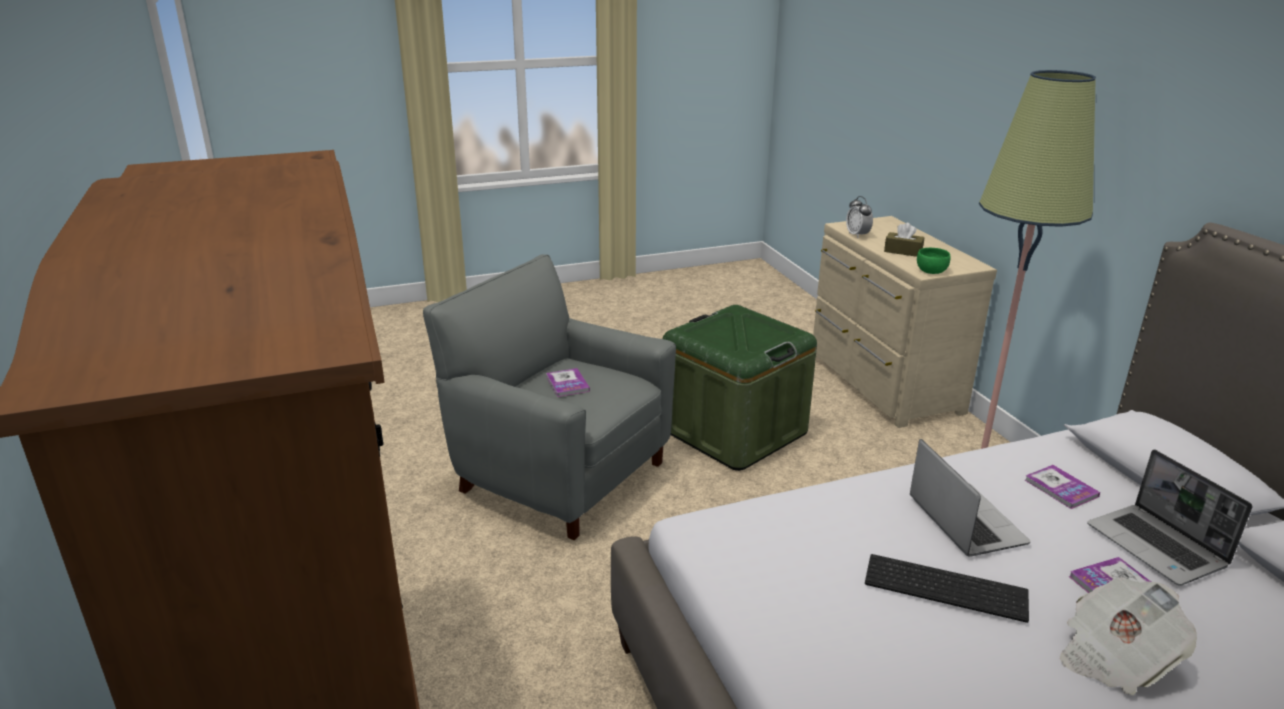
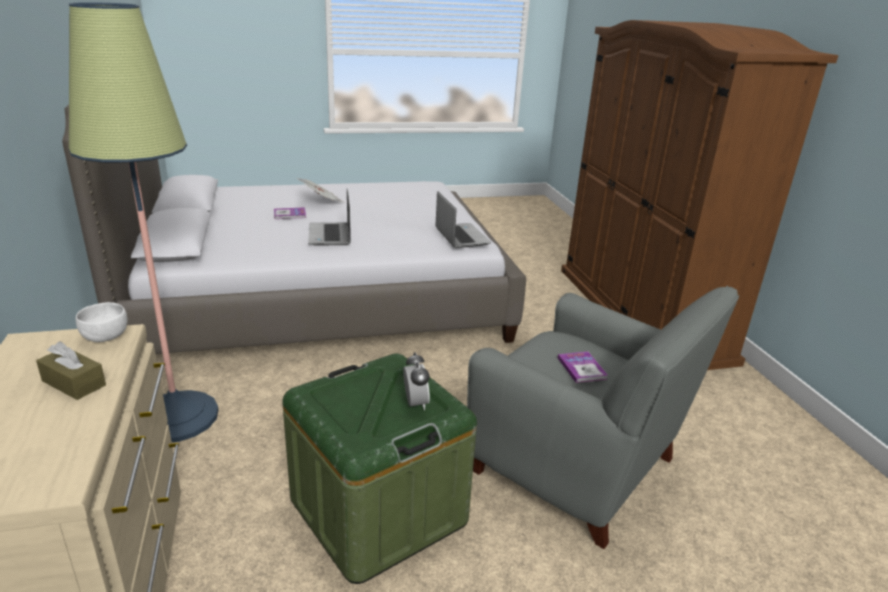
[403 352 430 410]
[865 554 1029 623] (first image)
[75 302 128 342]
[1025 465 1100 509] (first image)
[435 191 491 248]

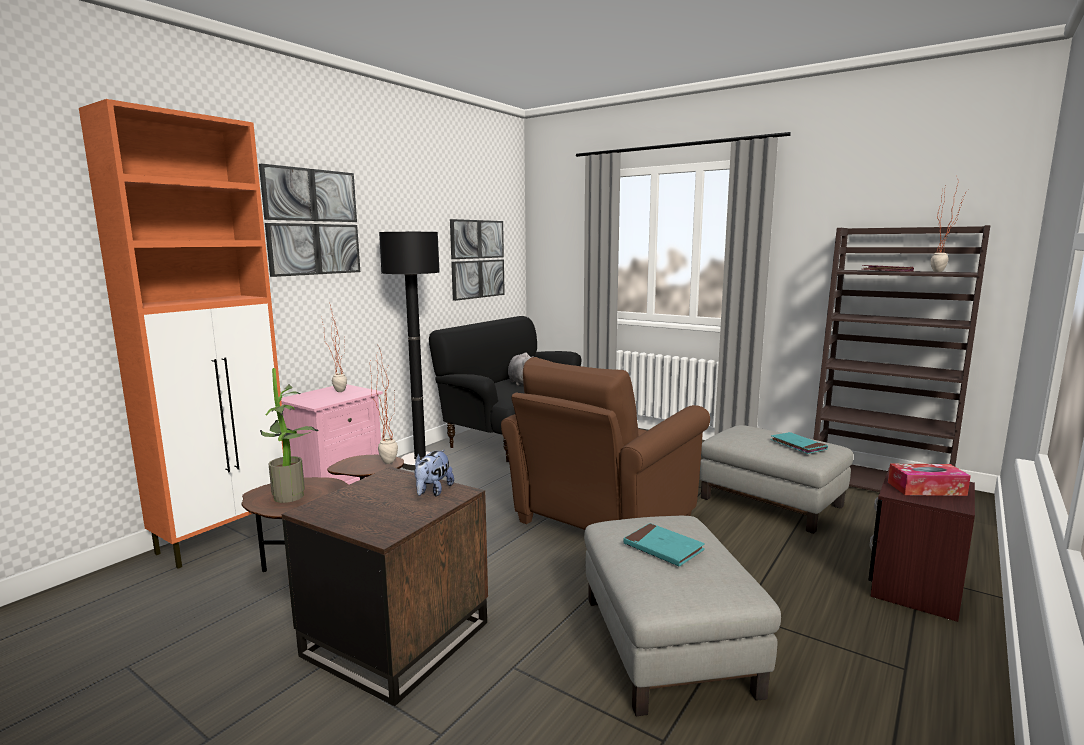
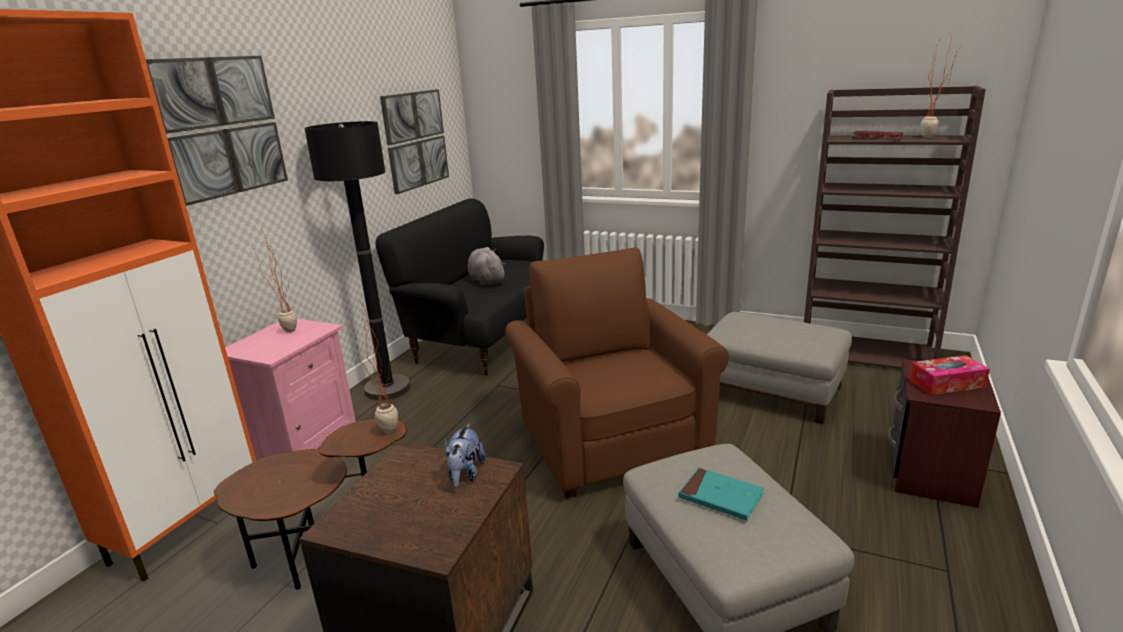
[260 368 318 503] (first image)
[505 248 729 499]
[770 432 828 454] (first image)

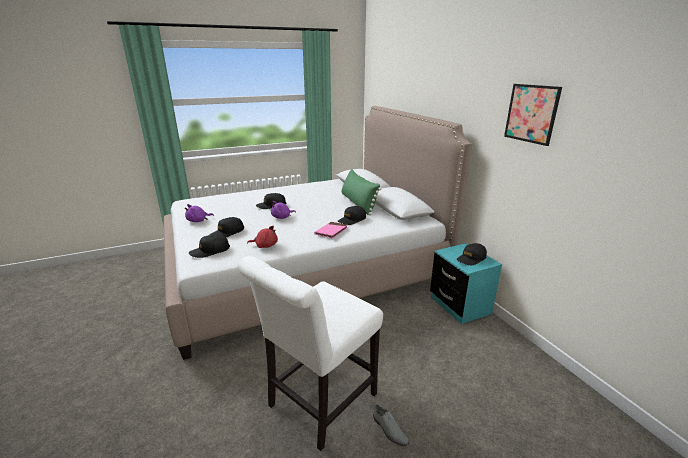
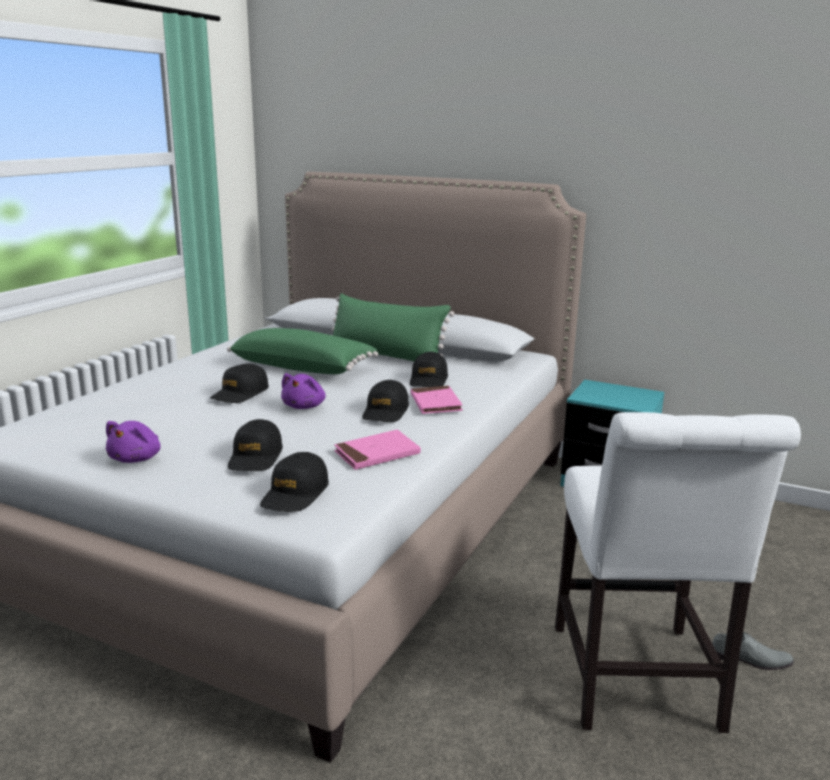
[334 430 421 470]
[362 380 409 422]
[504 84 562 146] (first image)
[227 328 378 374]

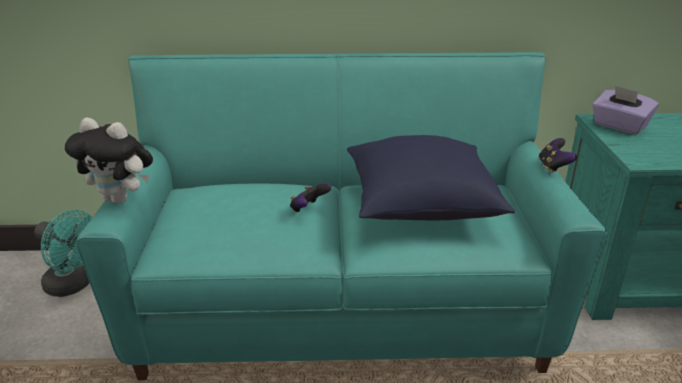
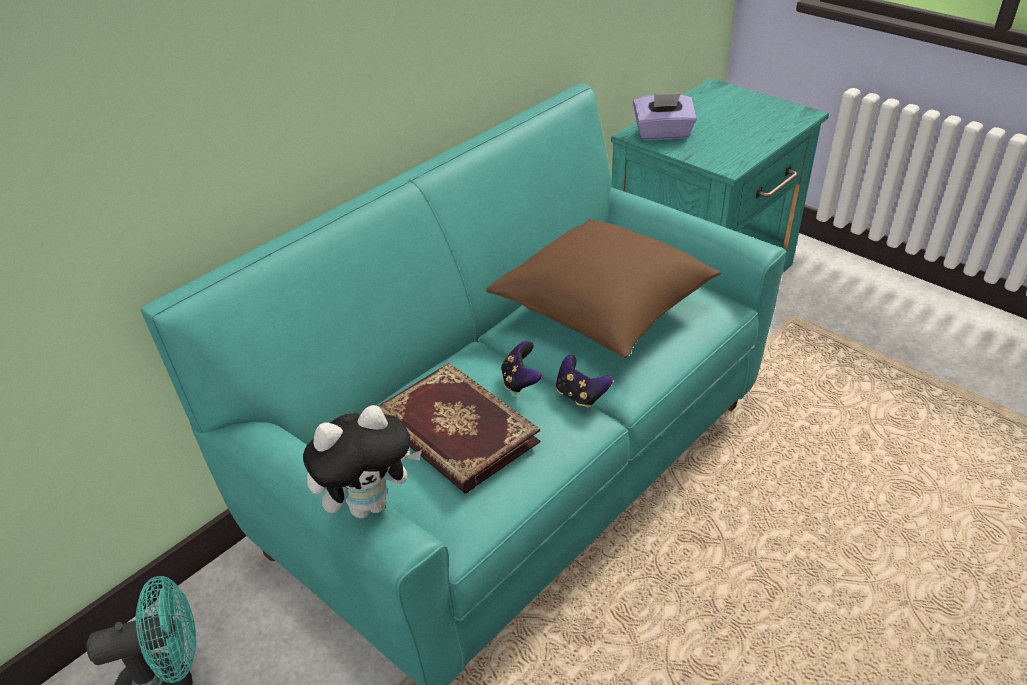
[486 219 721 358]
[556 355 613 408]
[379 363 540 493]

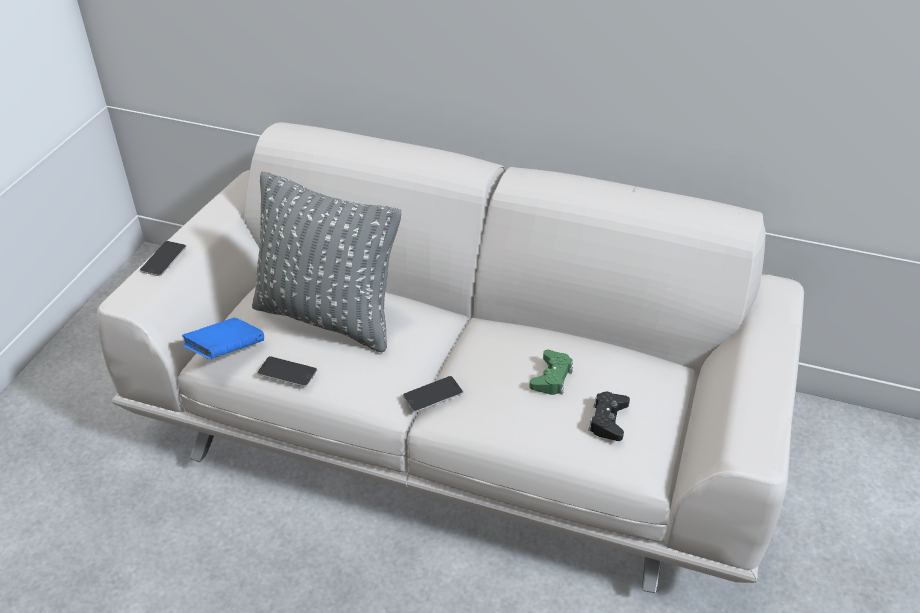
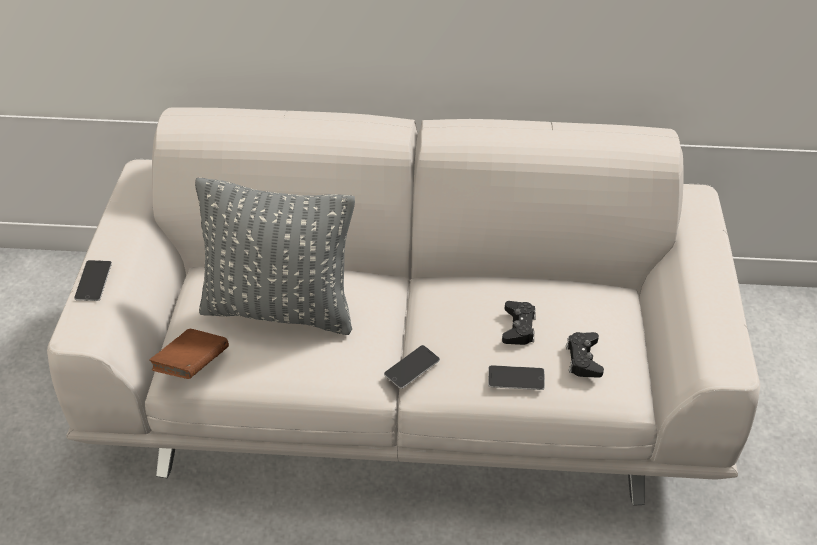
[150 329 229 379]
[488 365 545 390]
[502 301 536 345]

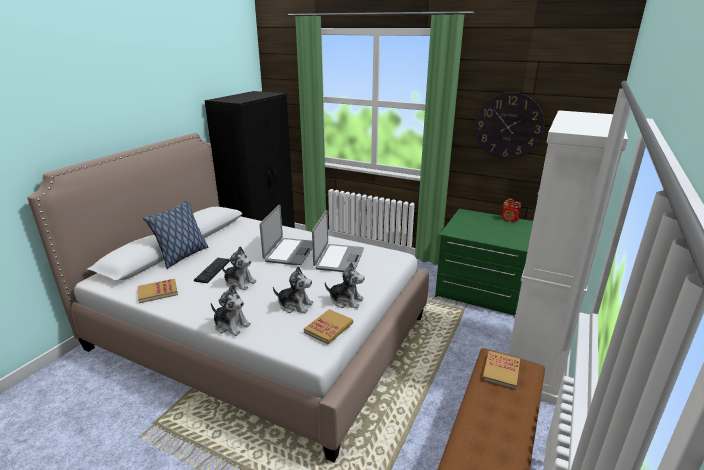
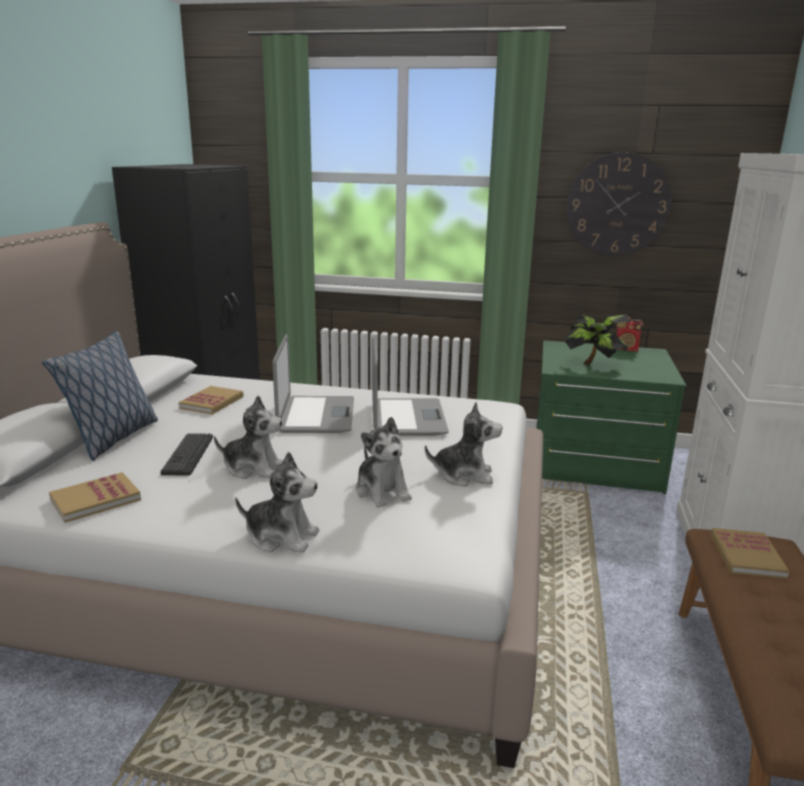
[356 417 412 508]
[179 386 244 415]
[564 313 629 365]

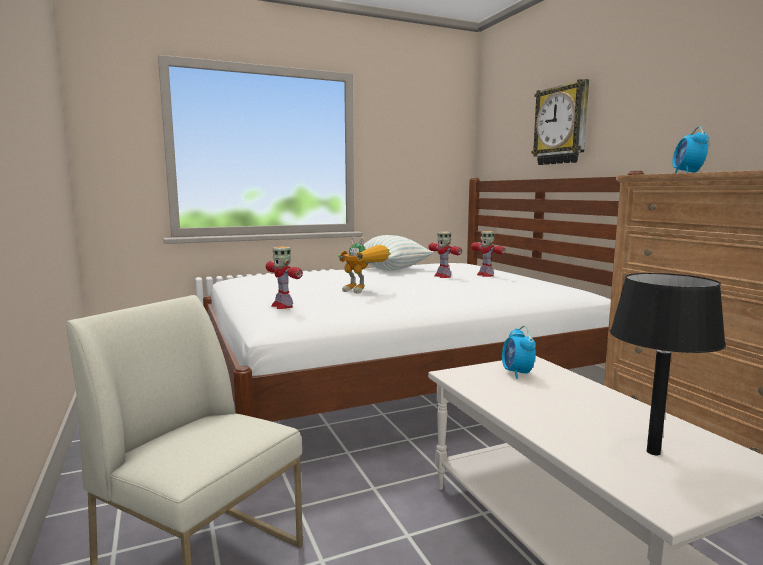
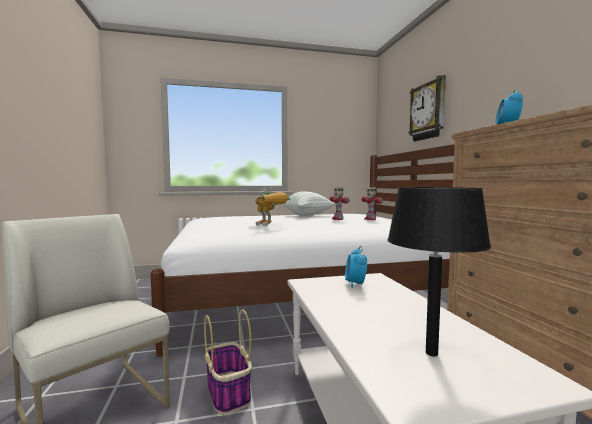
[266 247 303 309] (first image)
[204 309 252 415]

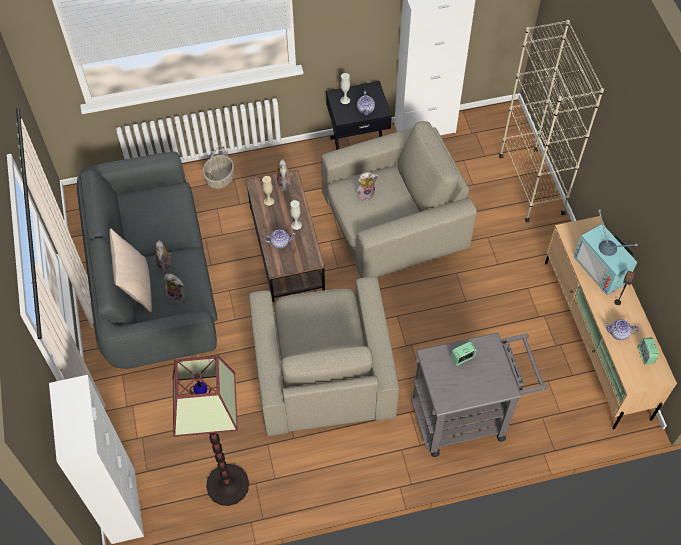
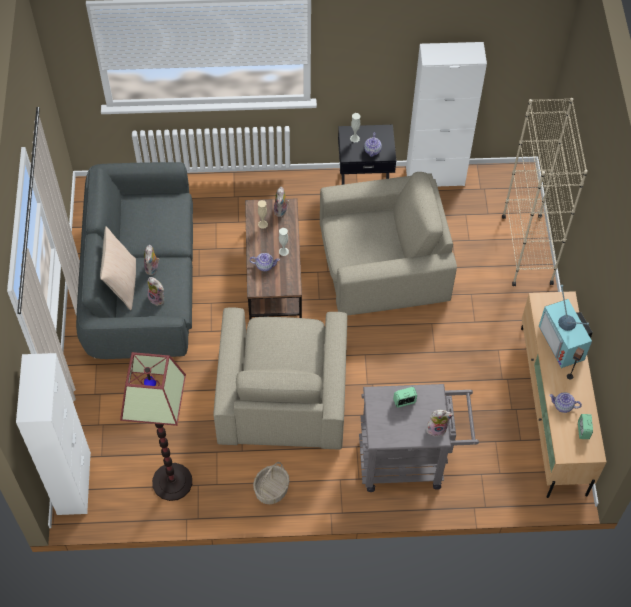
[253 462 289 504]
[426 410 453 437]

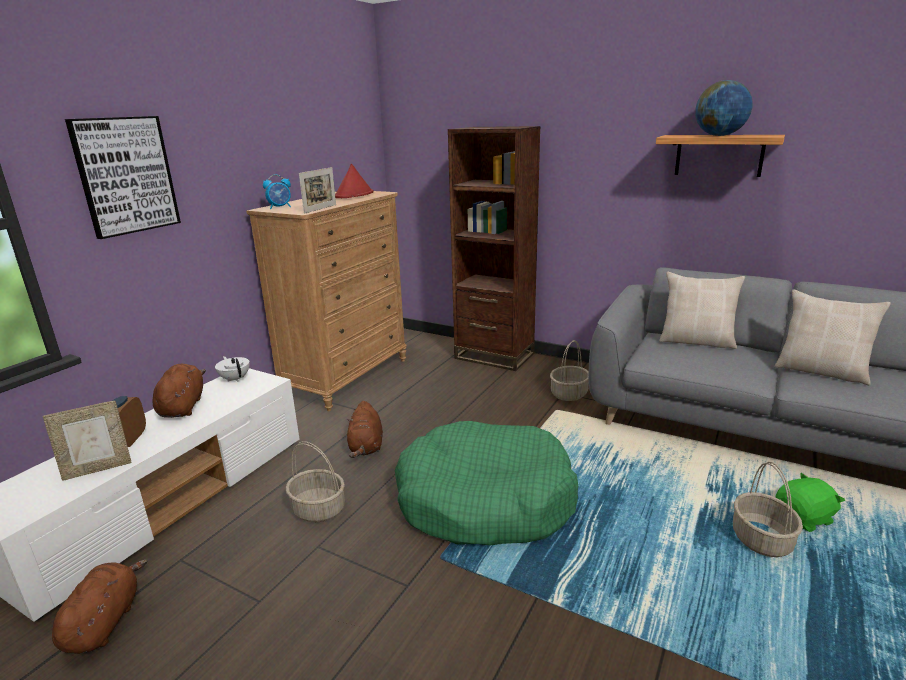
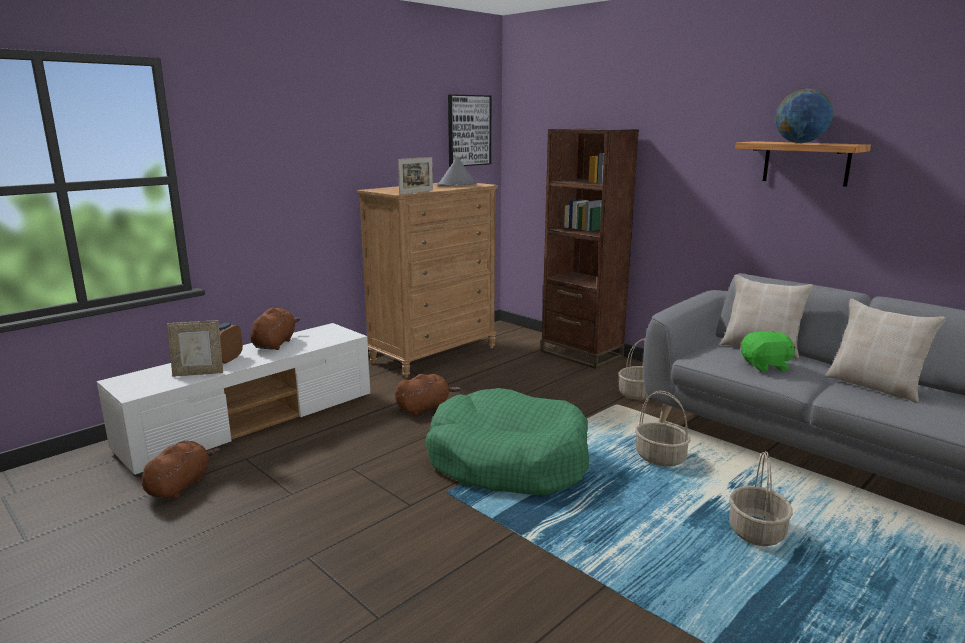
[448 94 491 167]
[215 356 250 382] (first image)
[263 174 291 209] (first image)
[635 391 690 467]
[437 156 477 186]
[395 374 461 415]
[741 331 795 372]

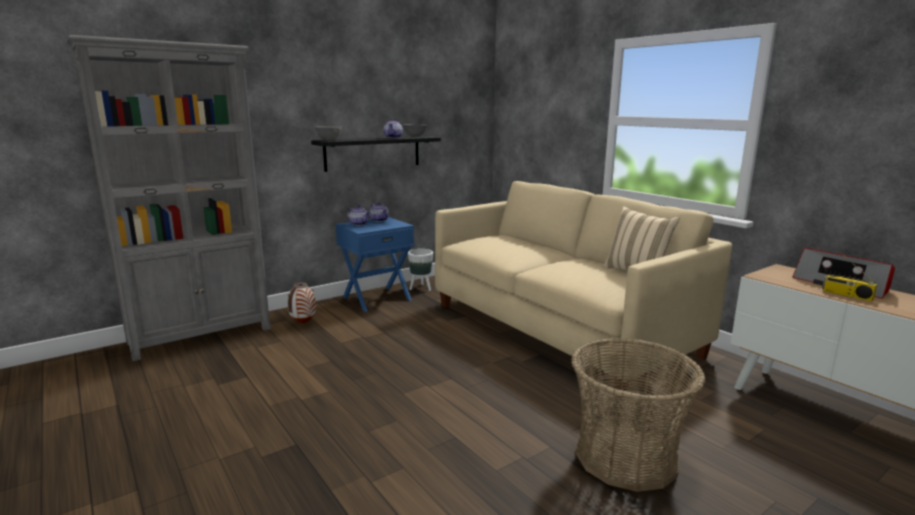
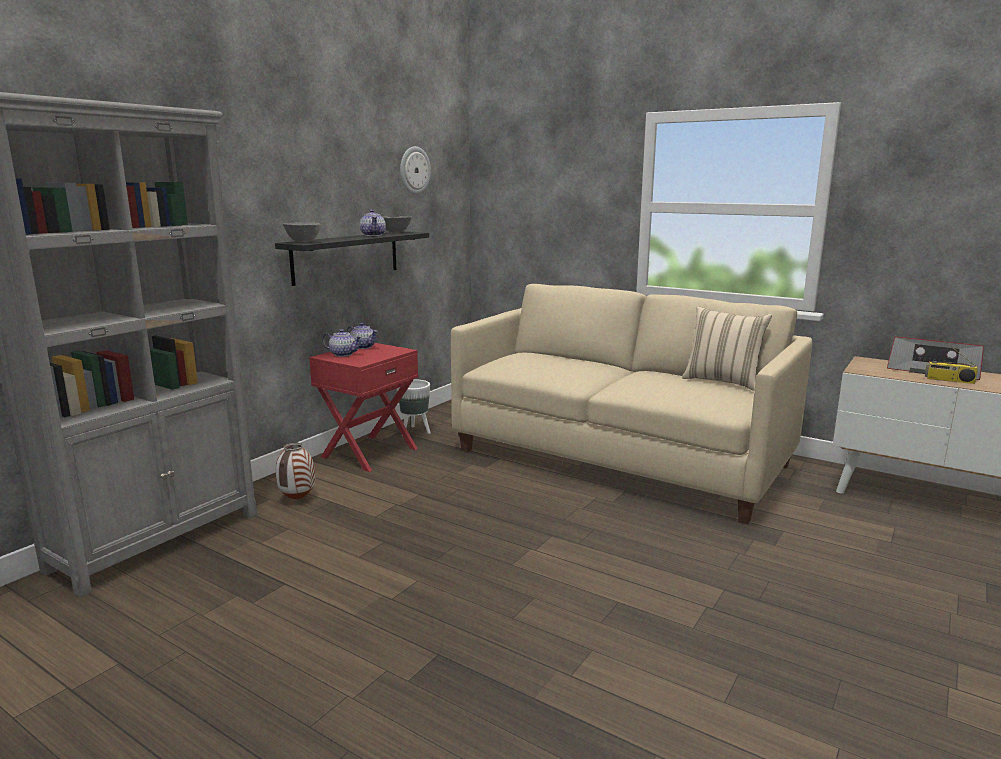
[309 343 418 472]
[571 338 705 492] (first image)
[400 146 431 195]

